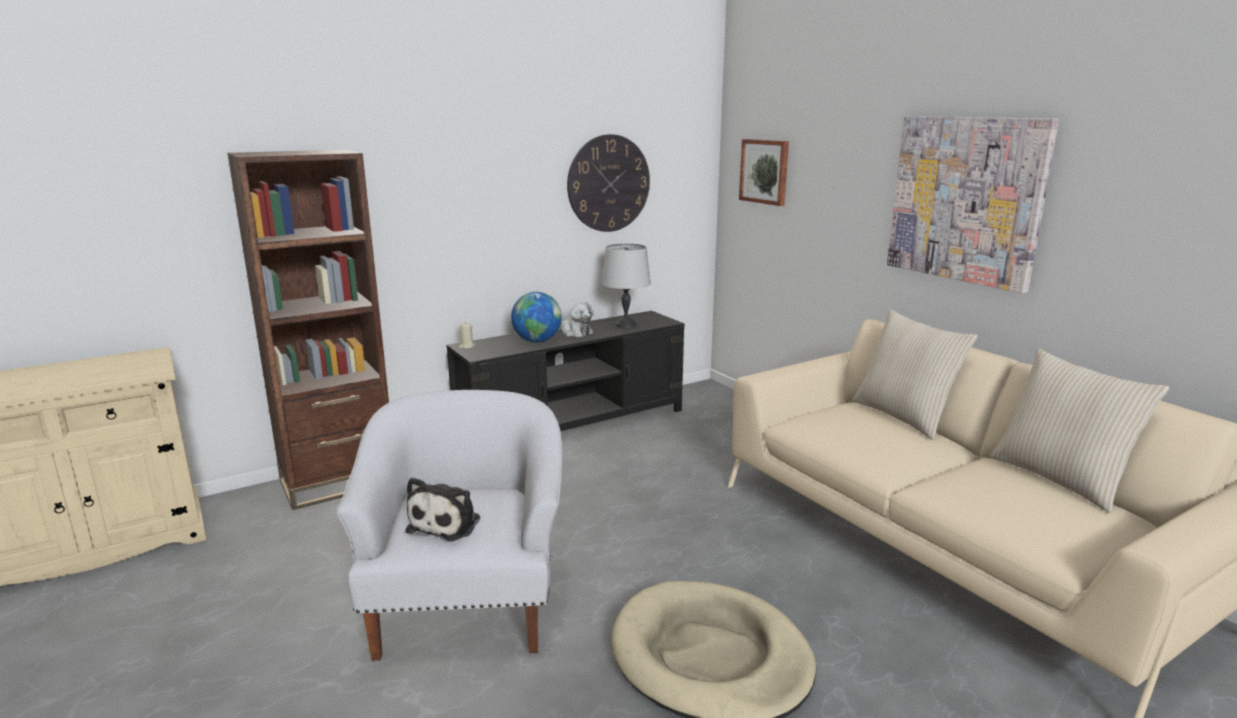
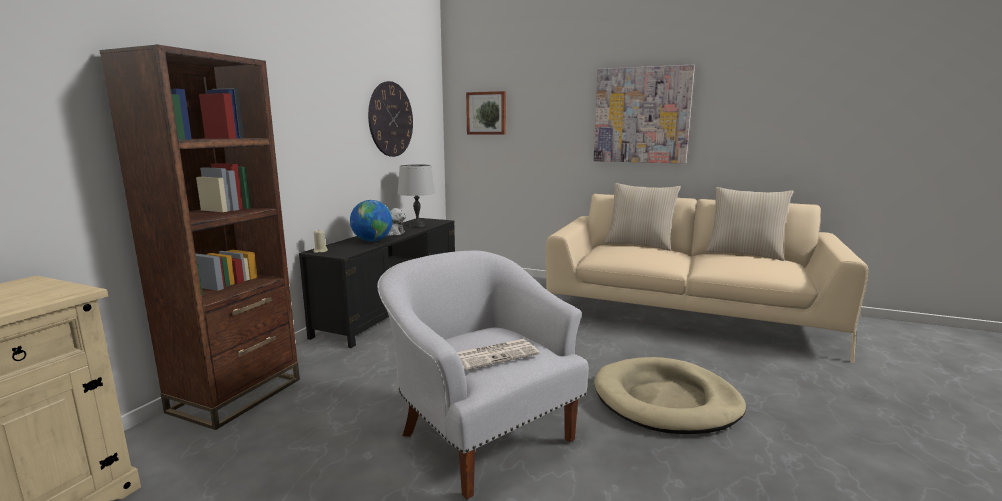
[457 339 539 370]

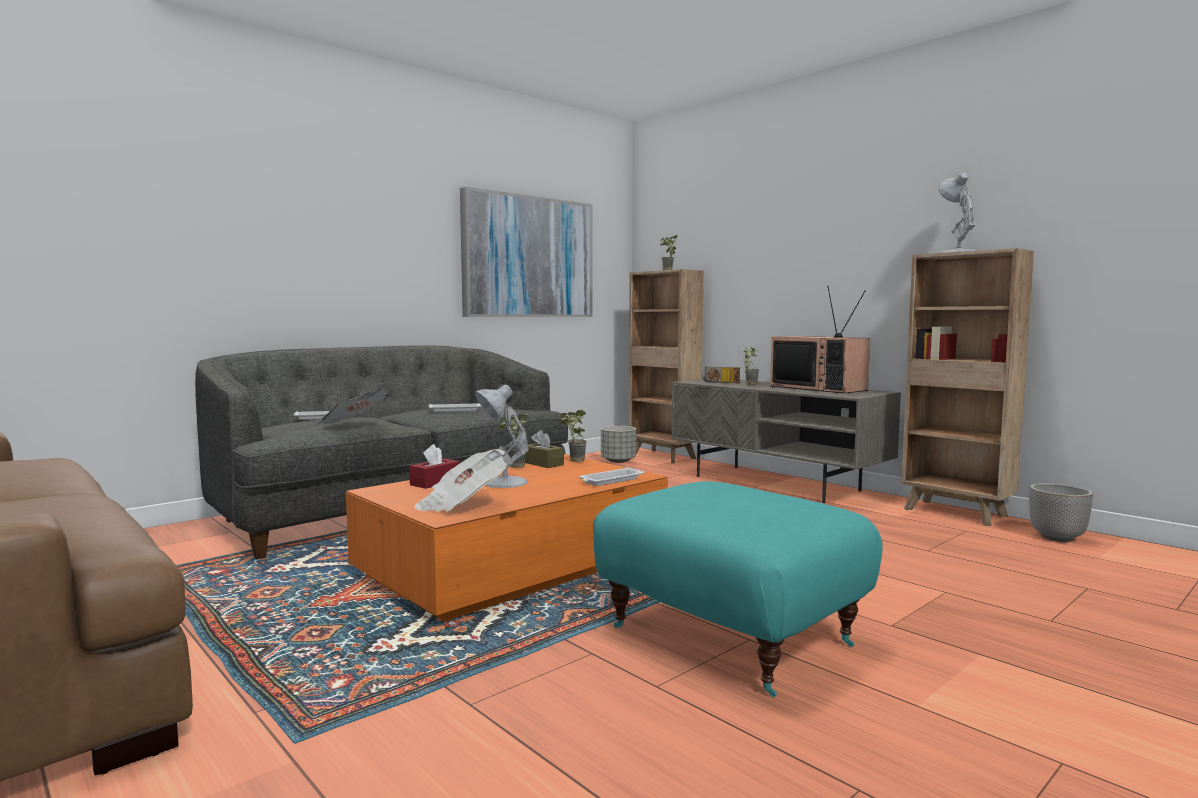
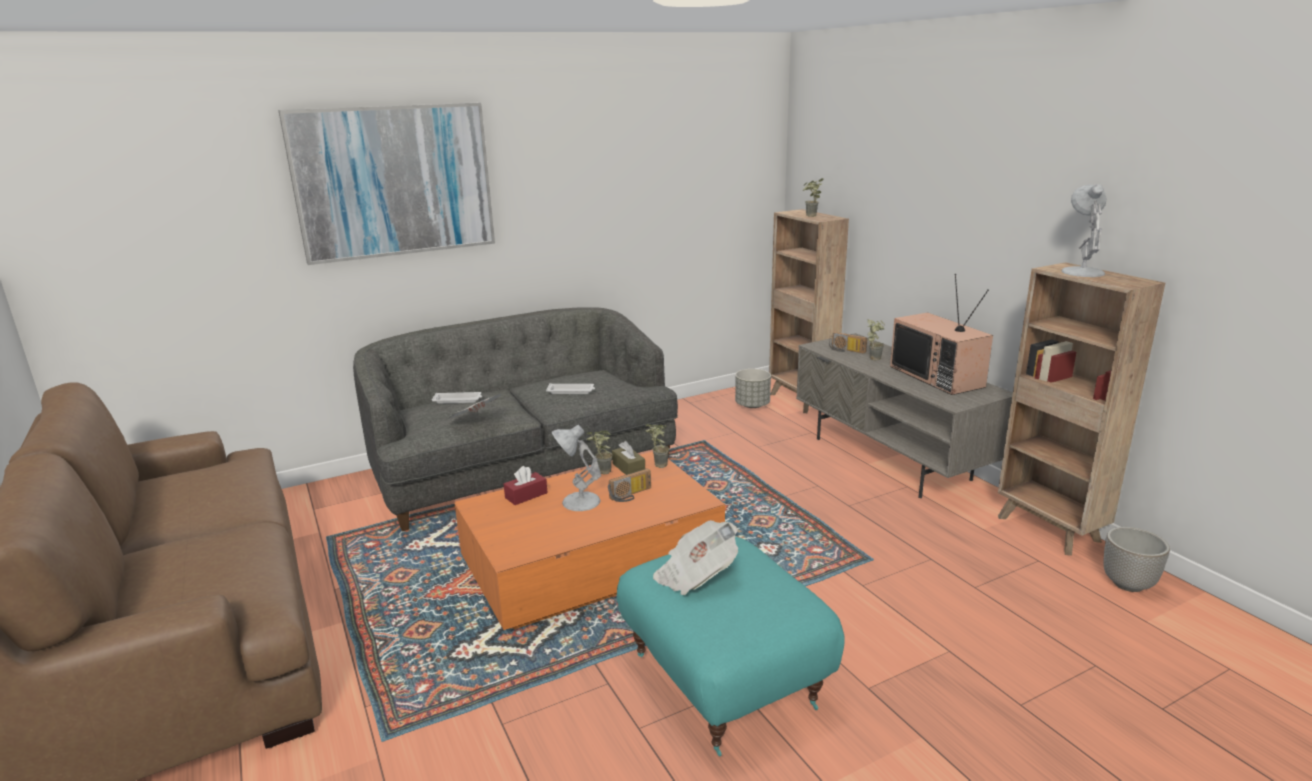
[653 520 739 595]
[278 103 495 265]
[579 467 645 486] (first image)
[608 468 651 502]

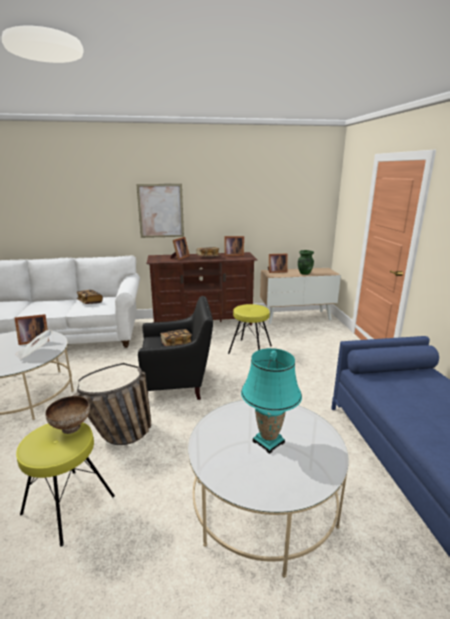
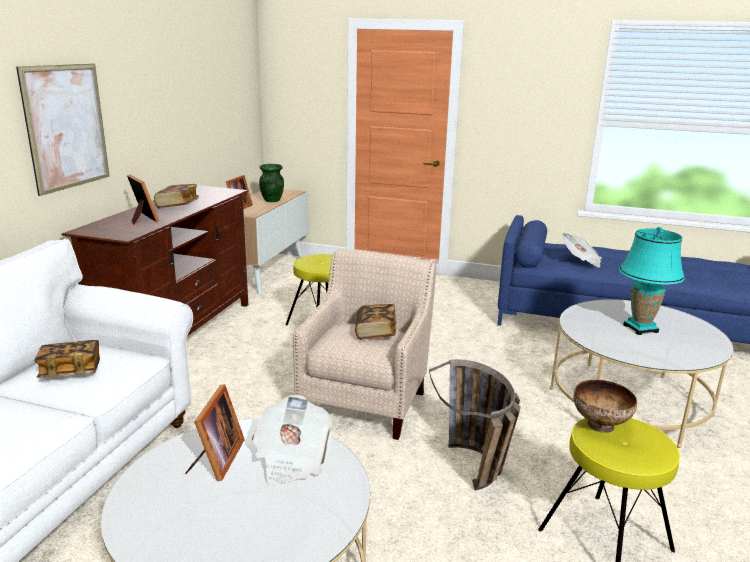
[293 250 436 440]
[224 236 244 256] (first image)
[562 233 602 268]

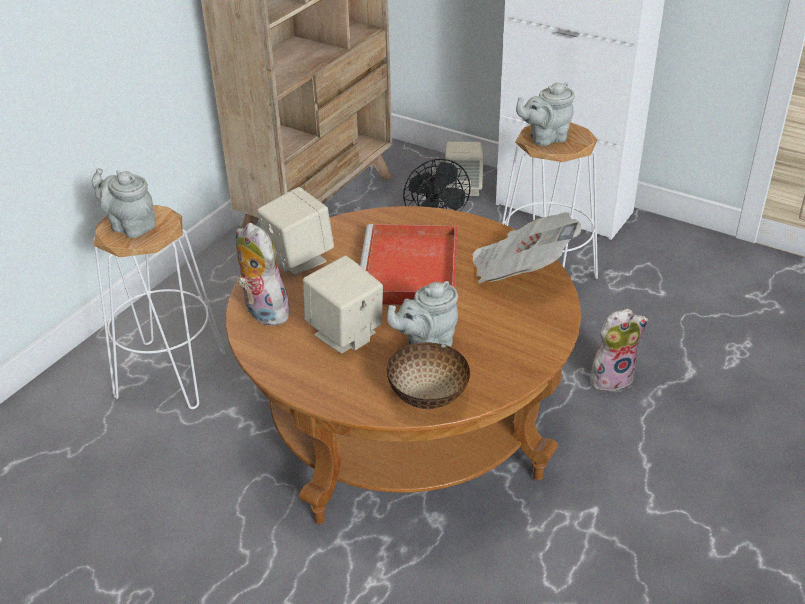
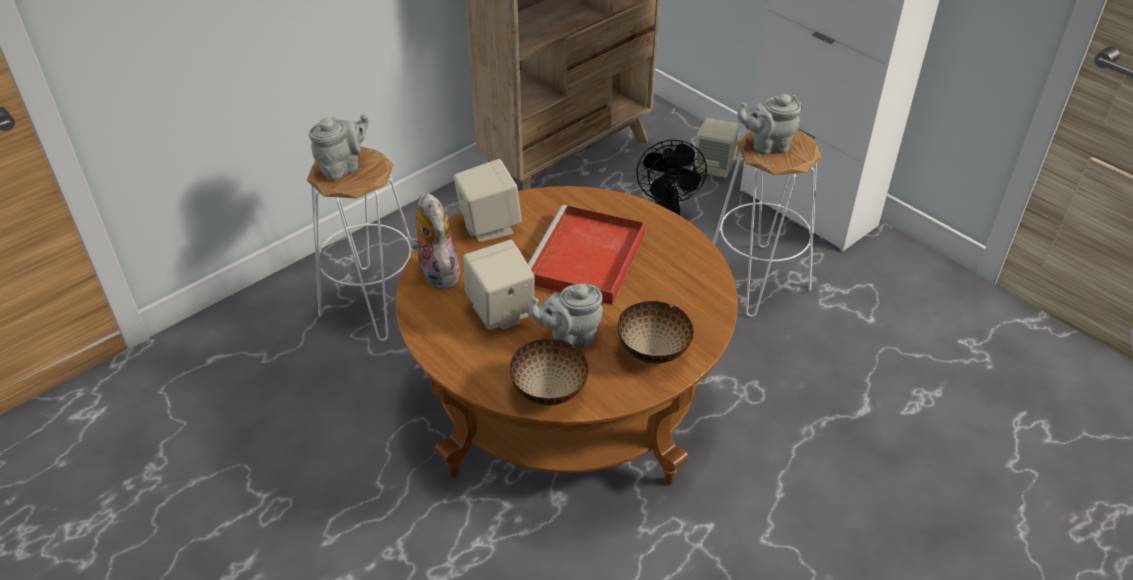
[309 114 369 180]
[472 212 581 283] (first image)
[591 309 648 392] (first image)
[617 301 694 364]

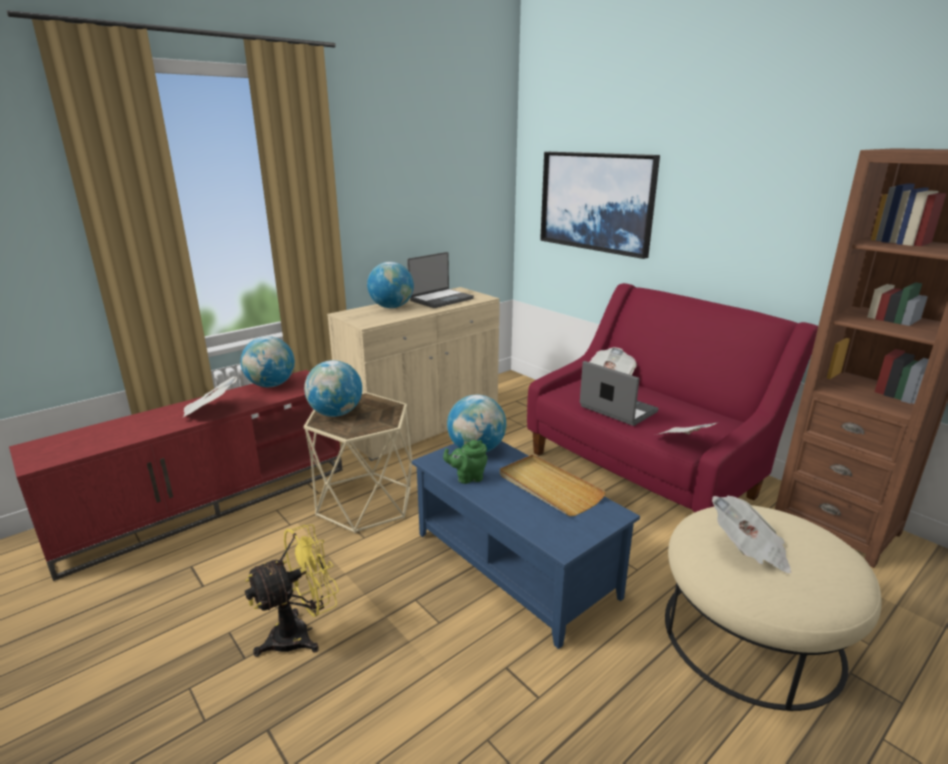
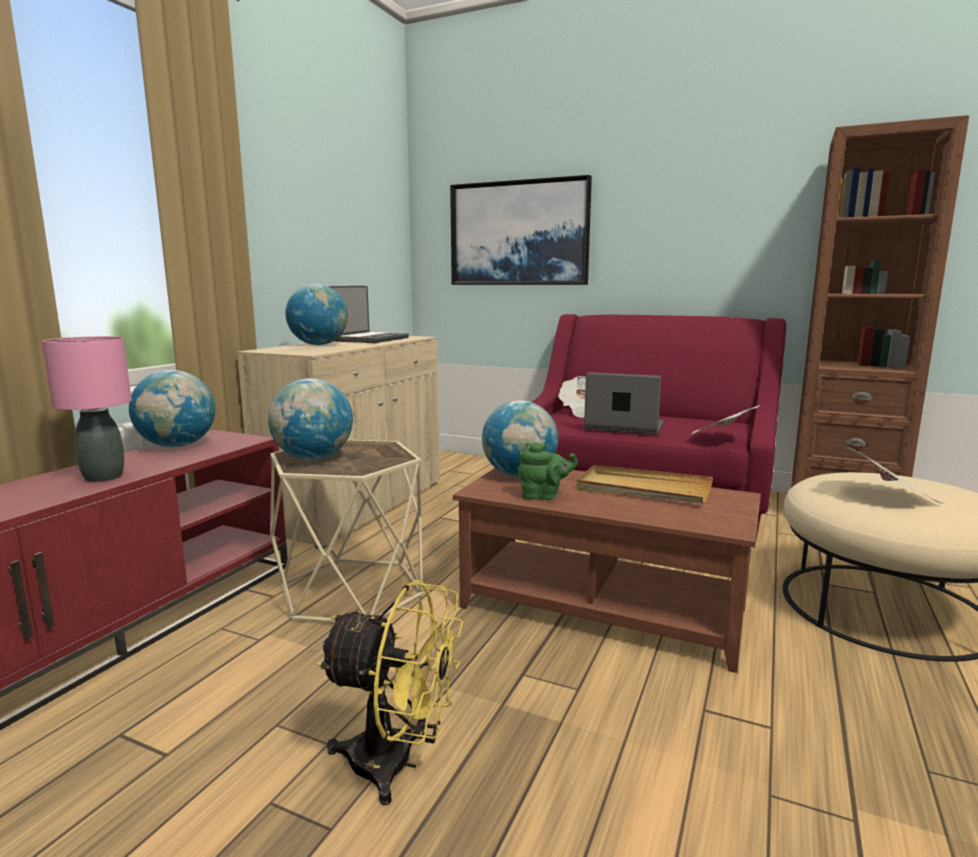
[42 336 132 482]
[316 580 463 805]
[453 468 761 673]
[517 442 578 500]

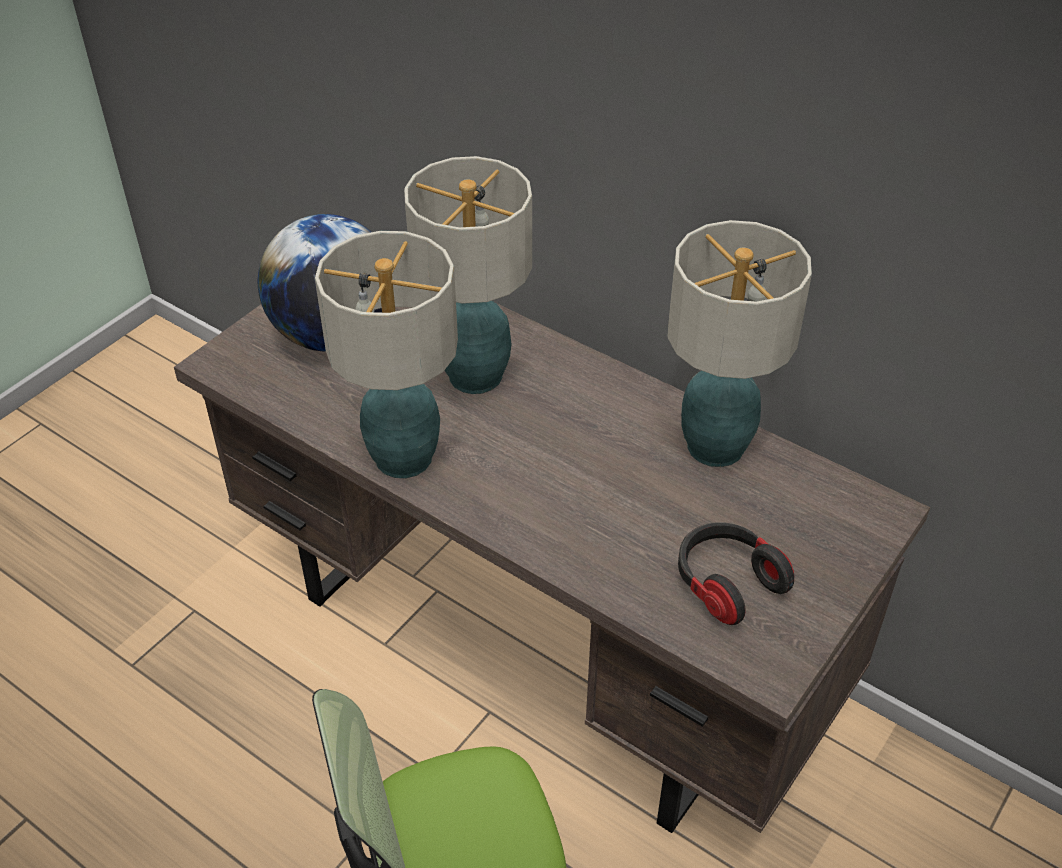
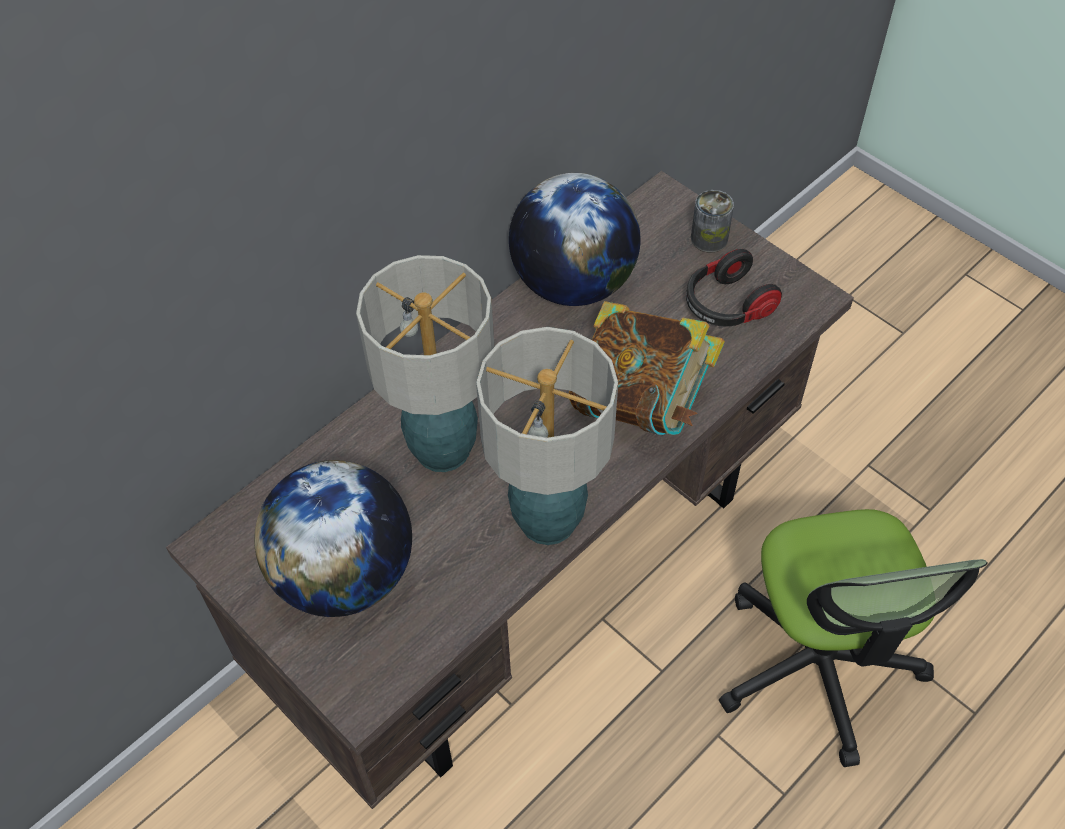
[509 173 641 306]
[569 301 725 435]
[691 190 734 253]

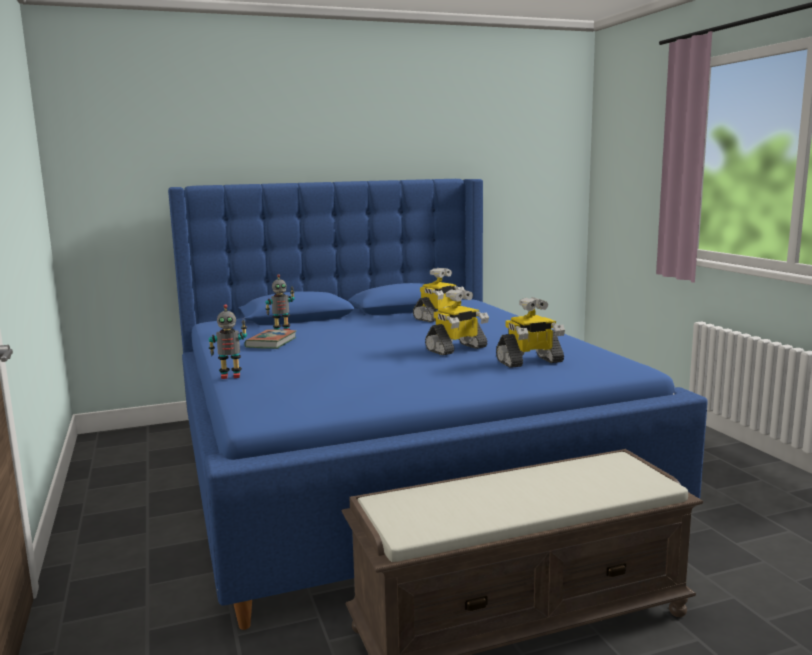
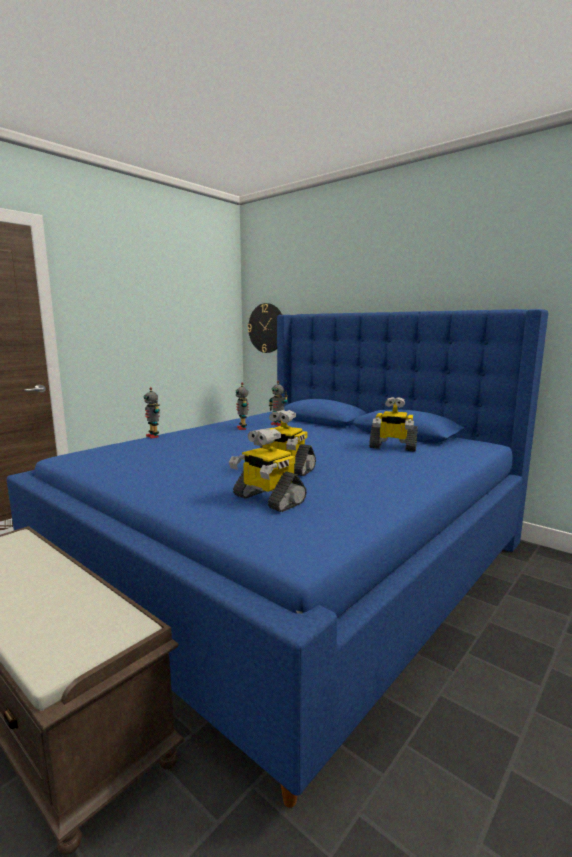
[236 383 249 430]
[247 303 282 353]

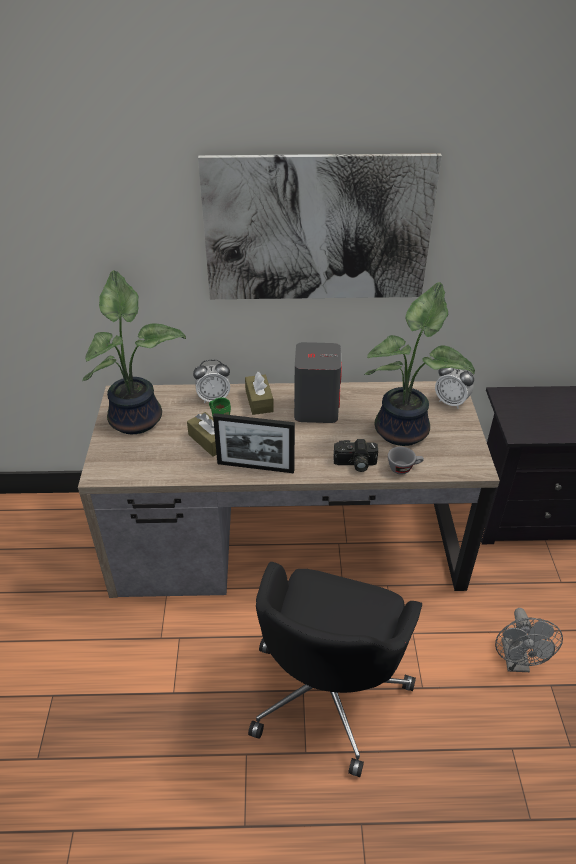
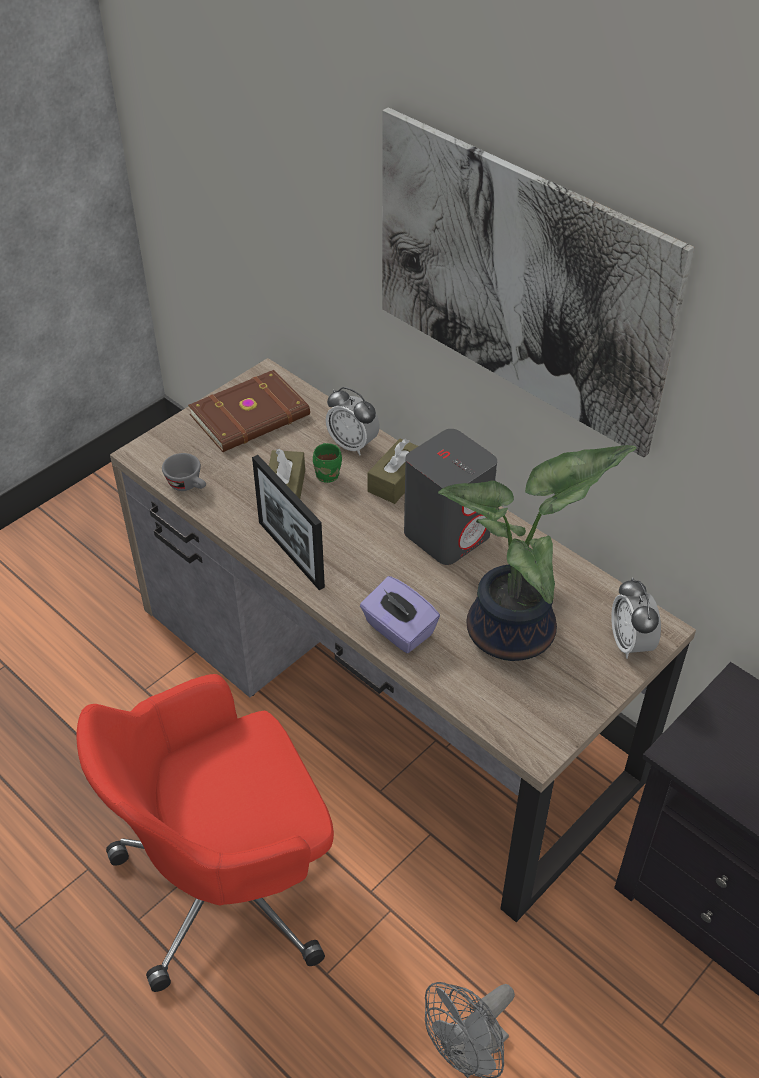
[188 370 310 452]
[77 674 334 992]
[360 576 440 653]
[162 453 206 491]

